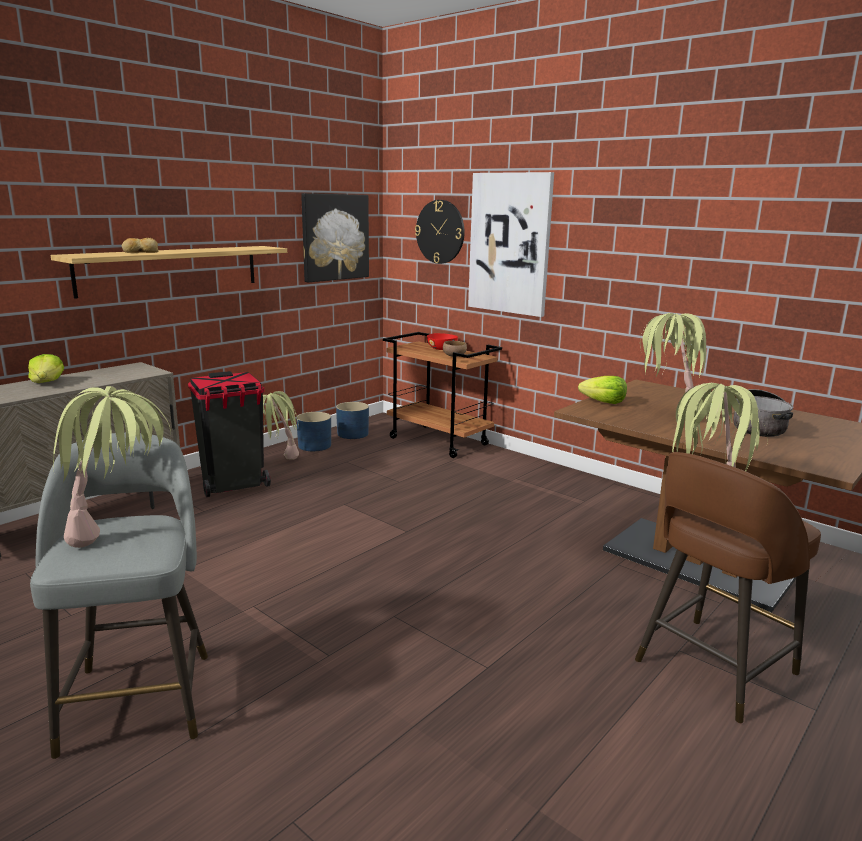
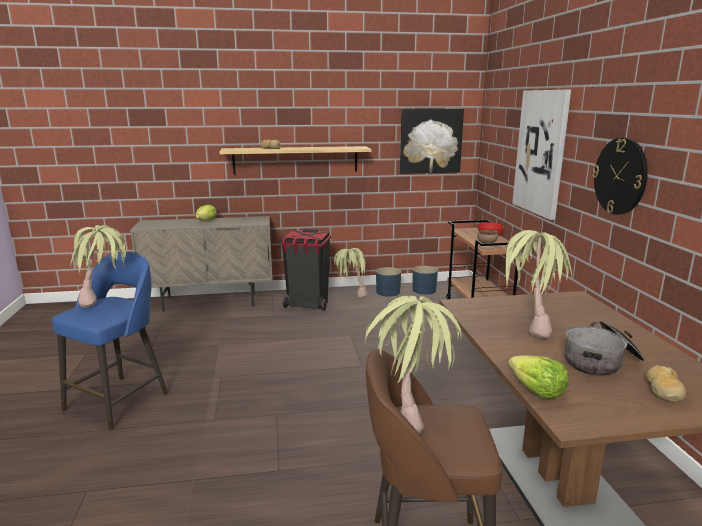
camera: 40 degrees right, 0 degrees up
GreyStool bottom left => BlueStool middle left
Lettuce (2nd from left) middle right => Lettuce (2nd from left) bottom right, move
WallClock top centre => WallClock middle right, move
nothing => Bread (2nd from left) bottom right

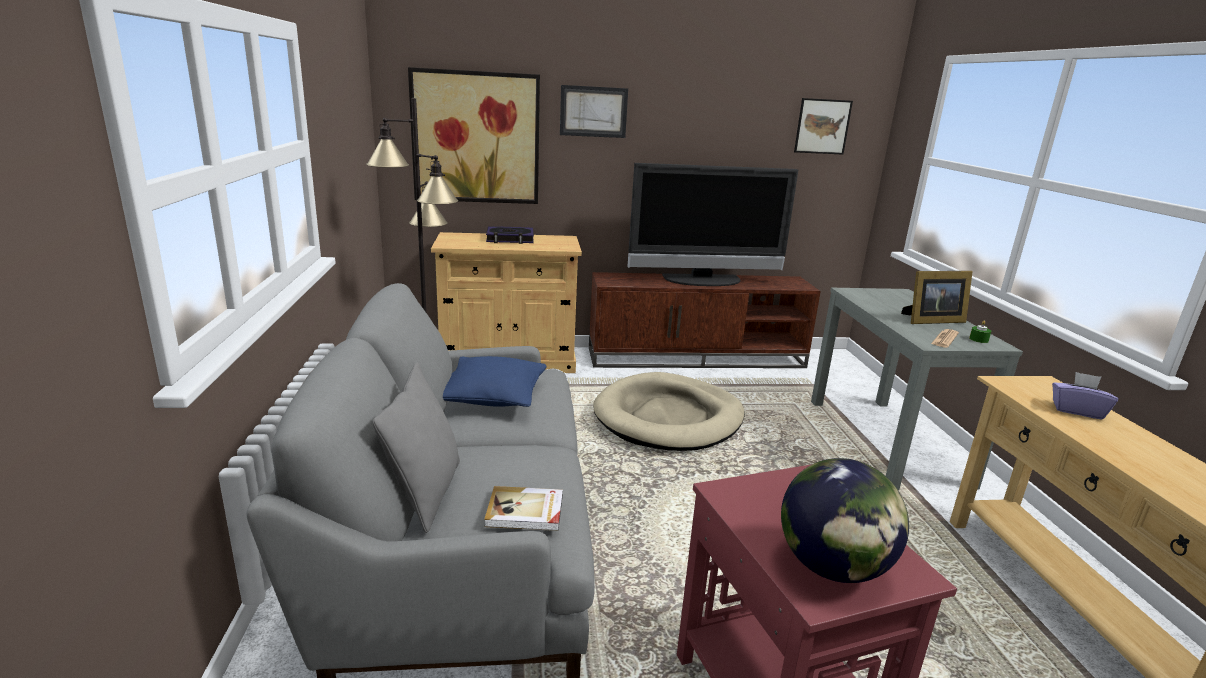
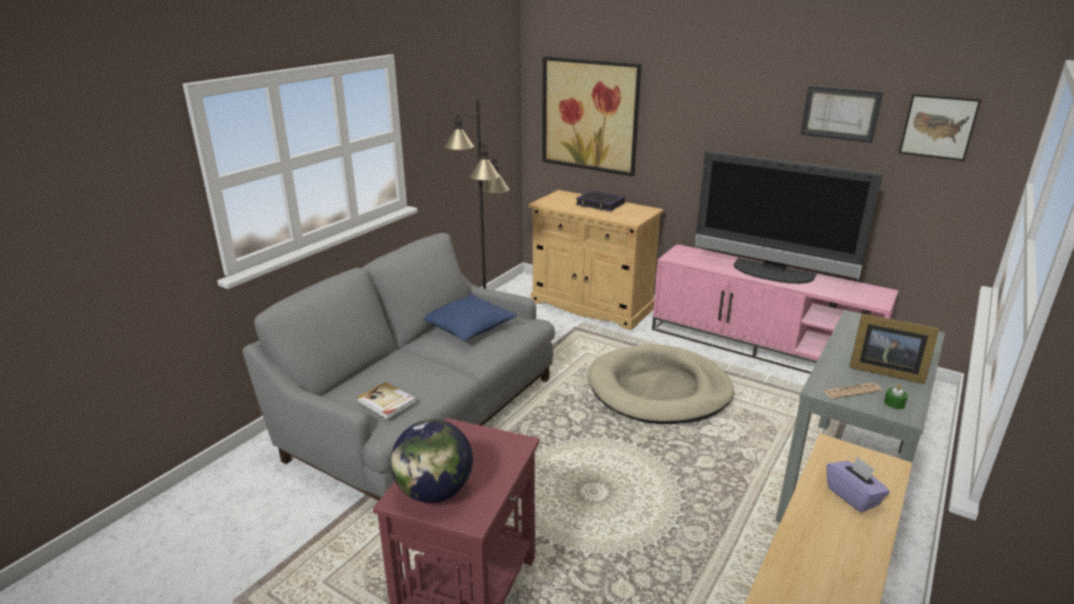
camera: 40 degrees right, 5 degrees up
BrownTvStand centre => PinkTvStand middle right
Picture (2nd from left) top centre => Picture (2nd from left) top right, move
GreyPillow centre => nothing

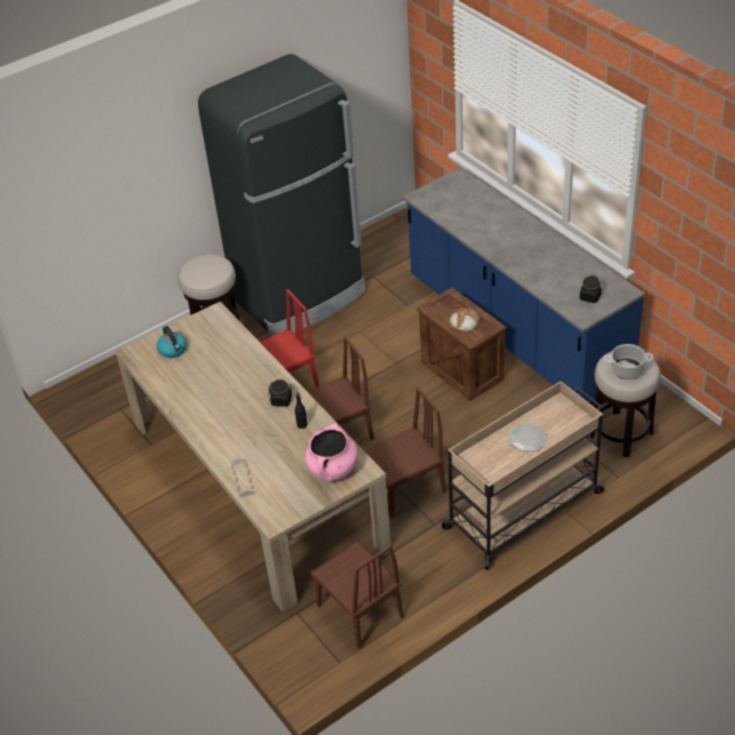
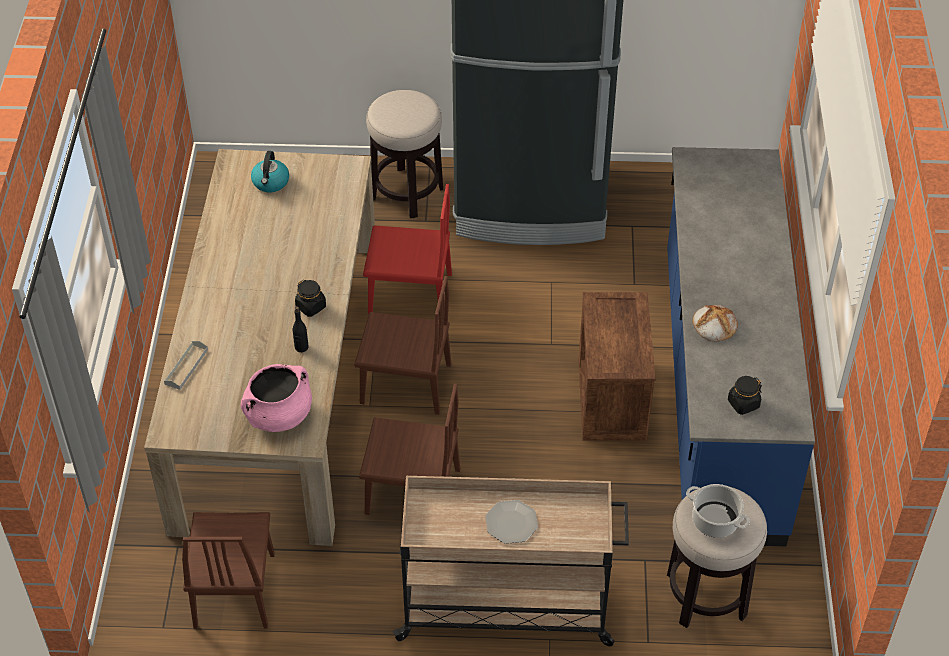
camera: 35 degrees right, 5 degrees up
Bread centre => Bread middle right, move

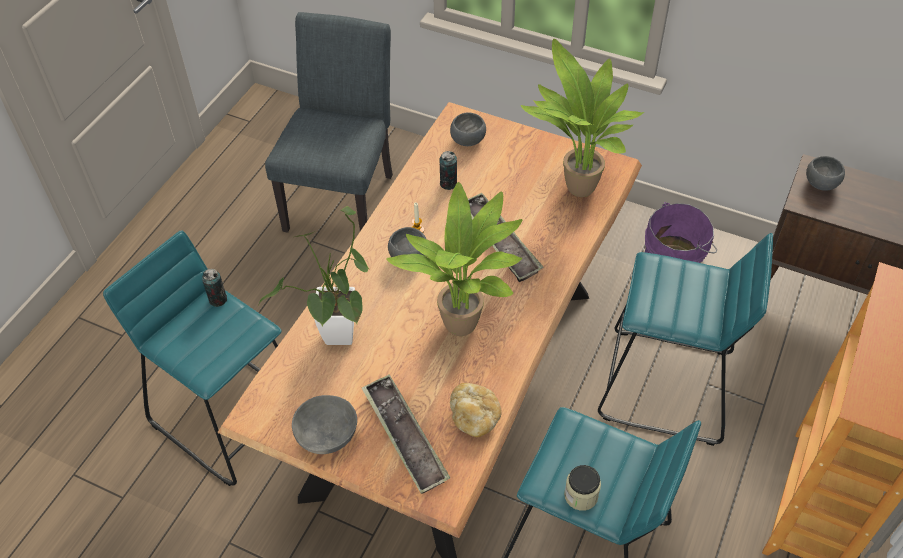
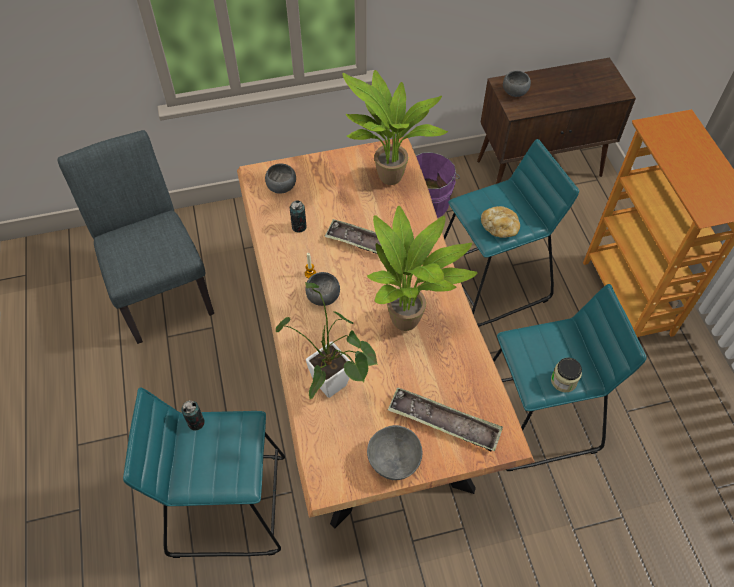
camera: 40 degrees left, 5 degrees up
Bread bottom centre => Bread middle right, move

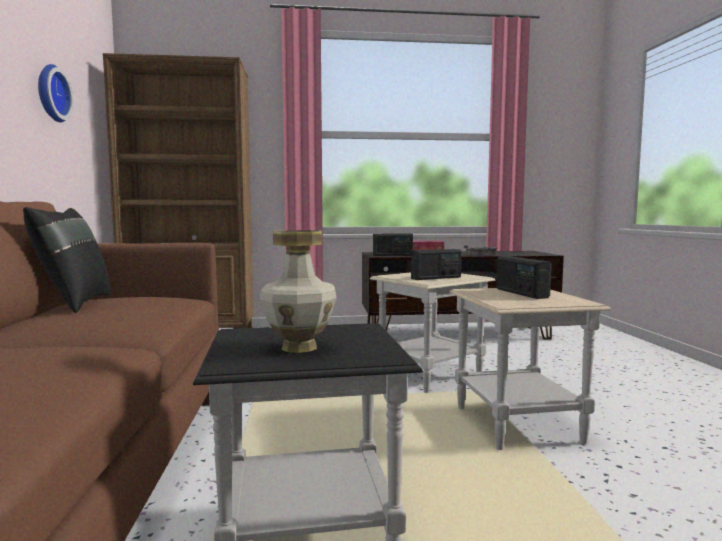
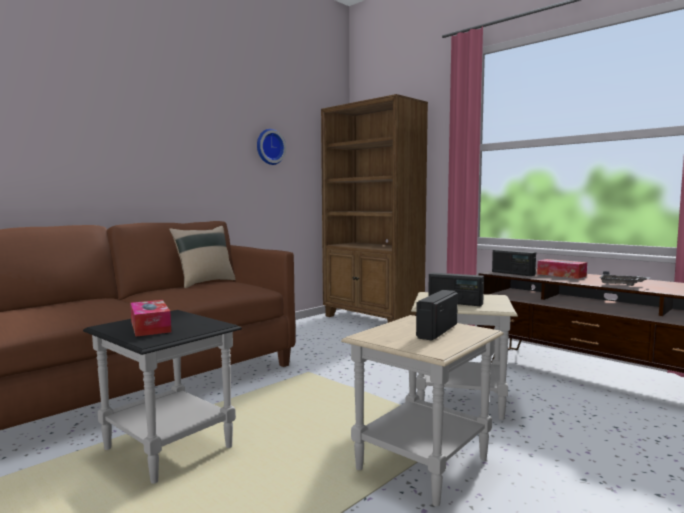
camera: 50 degrees right, 0 degrees up
Vase centre => TissueBox (1st from left) middle left
BlackPillow middle left => BeigePillow middle left

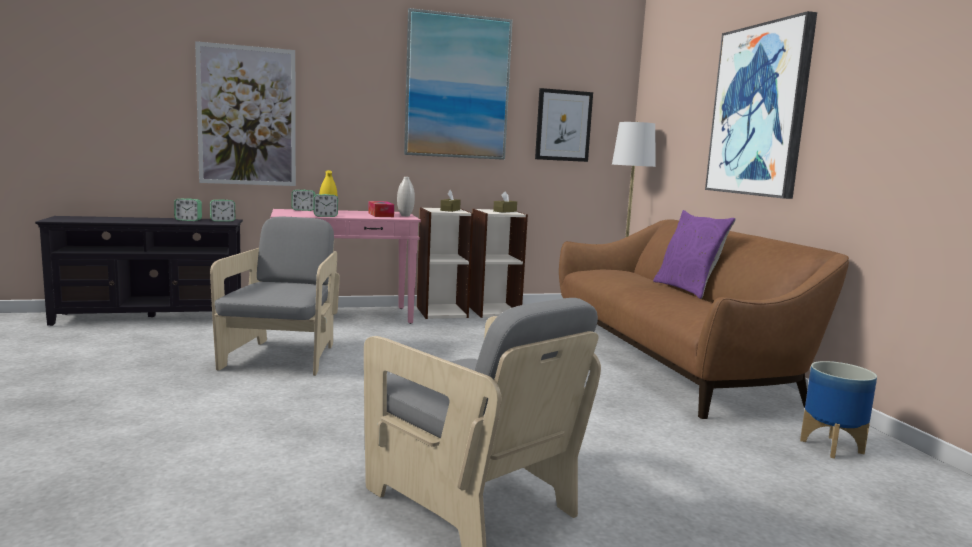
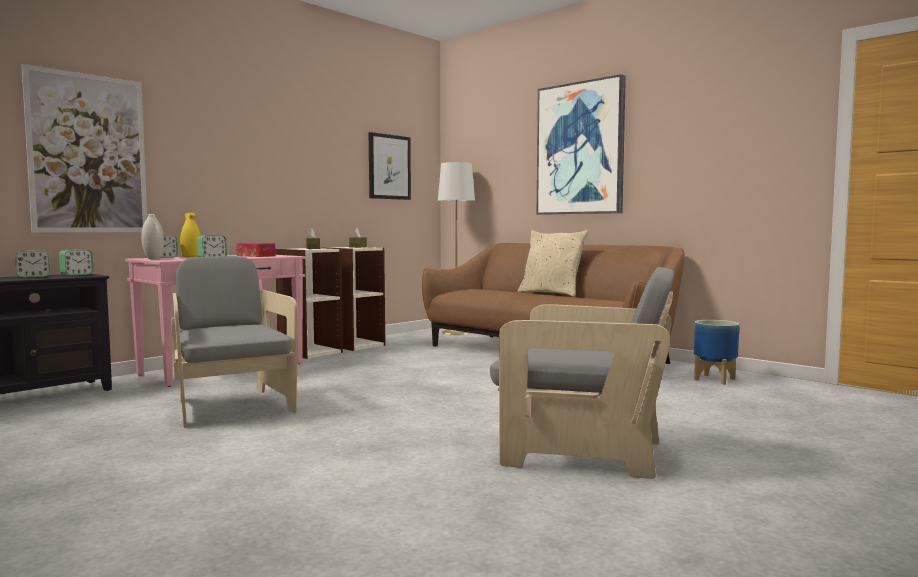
camera: 30 degrees left, 5 degrees down
WhiteVase centre => WhiteVase middle left, move
PurplePillow middle right => BeigePillow centre
Picture (2nd from left) top centre => nothing

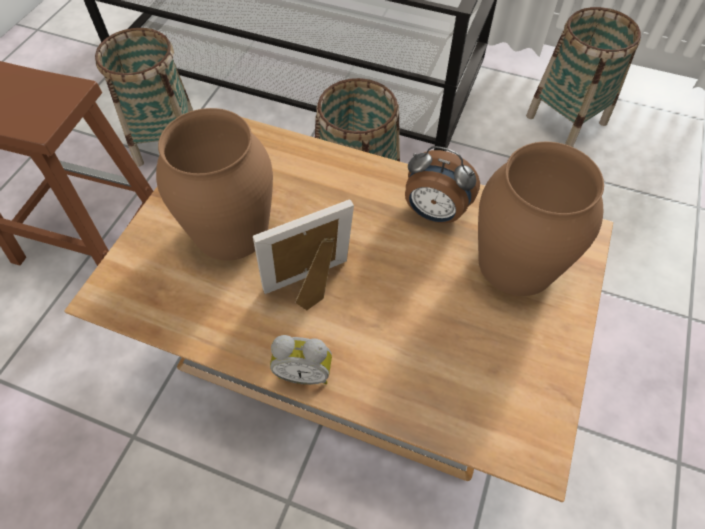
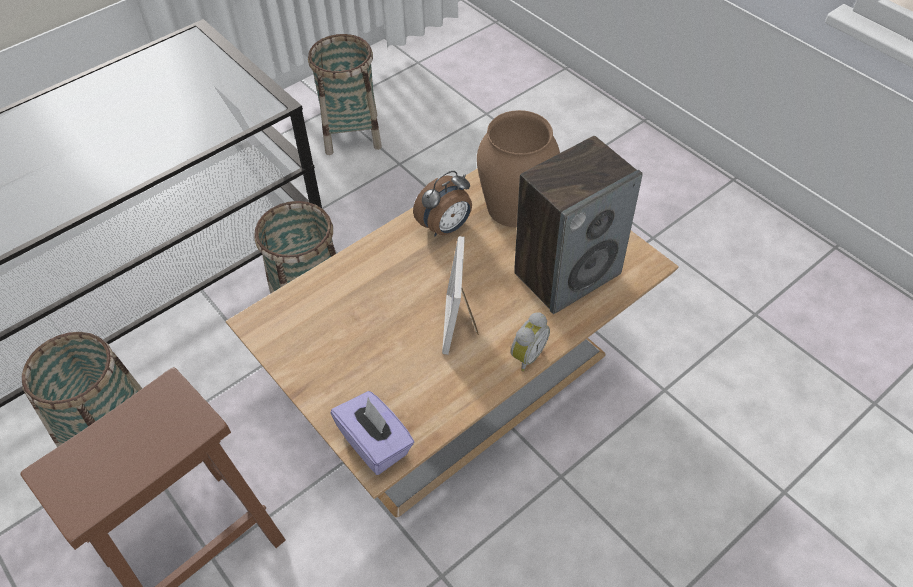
camera: 60 degrees left, 5 degrees down
nothing => PurpleTissueBox bottom centre
nothing => Speaker centre
BrownVase (1st from left) middle left => nothing

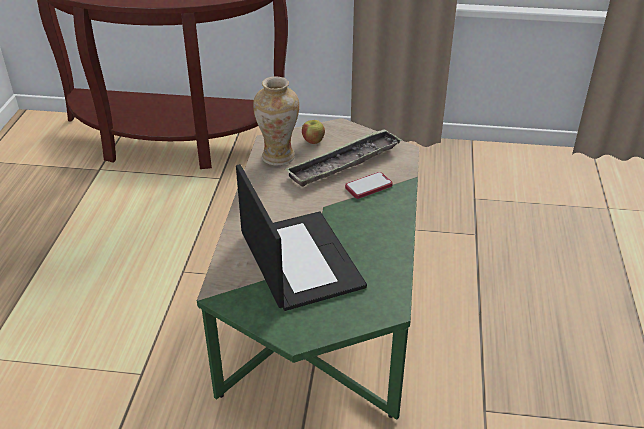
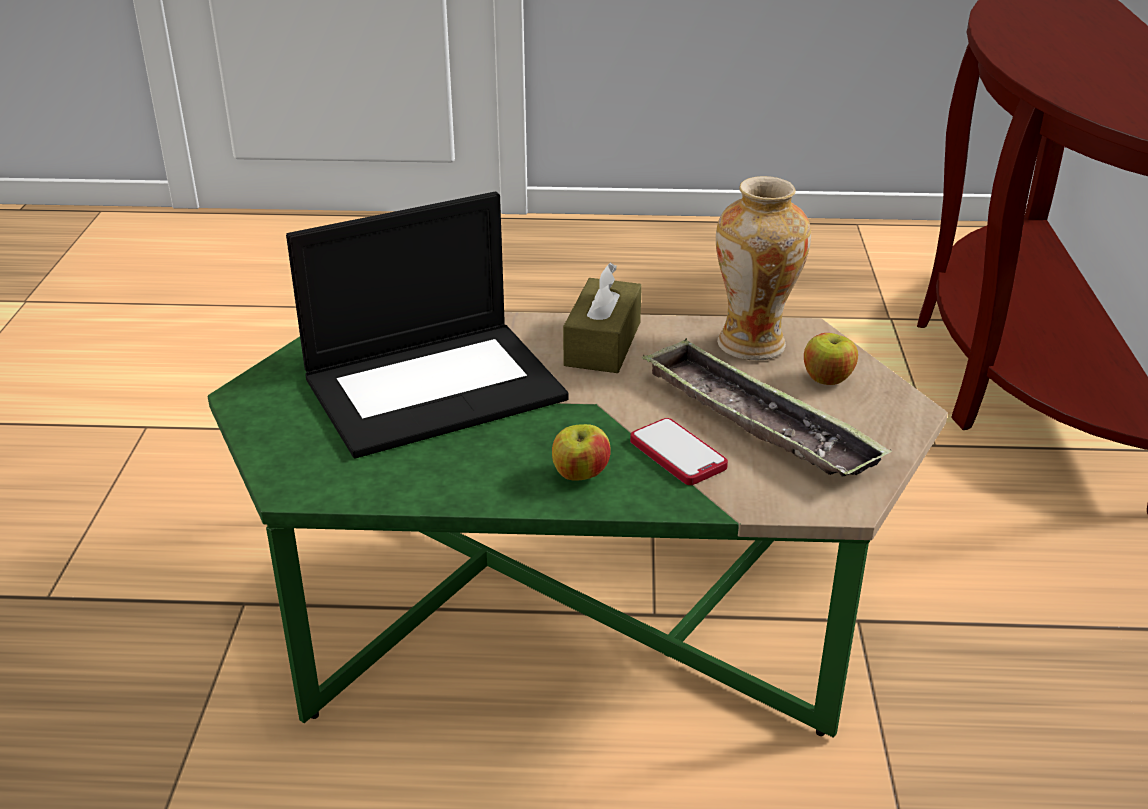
camera: 85 degrees right, 5 degrees down
nothing => Apple (1st from left) centre
nothing => BrownTissueBox centre

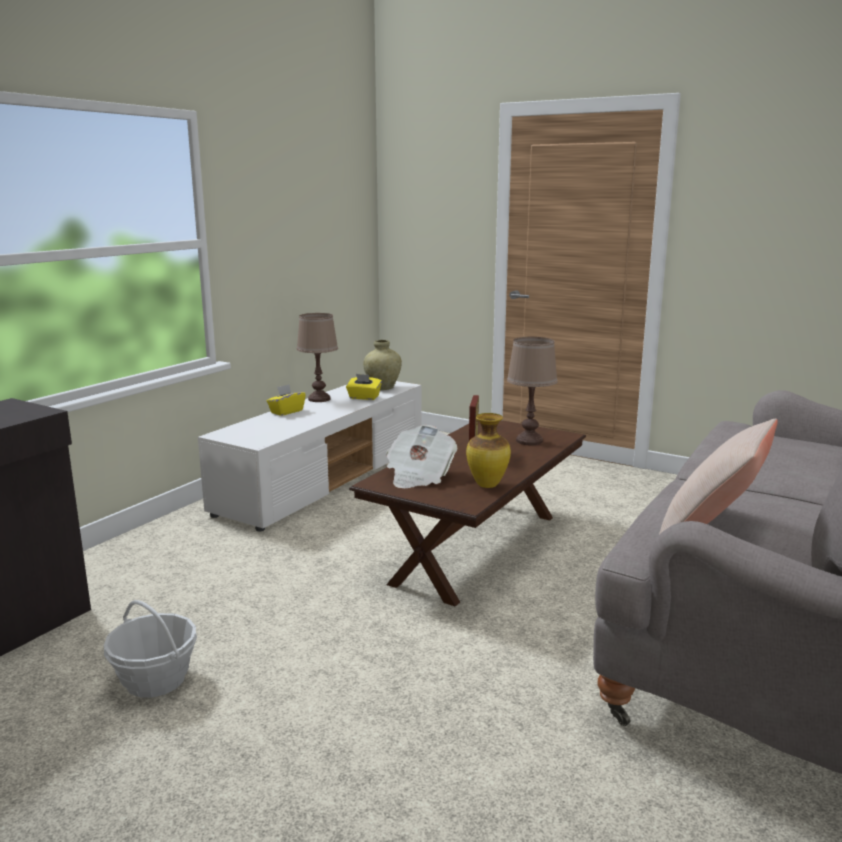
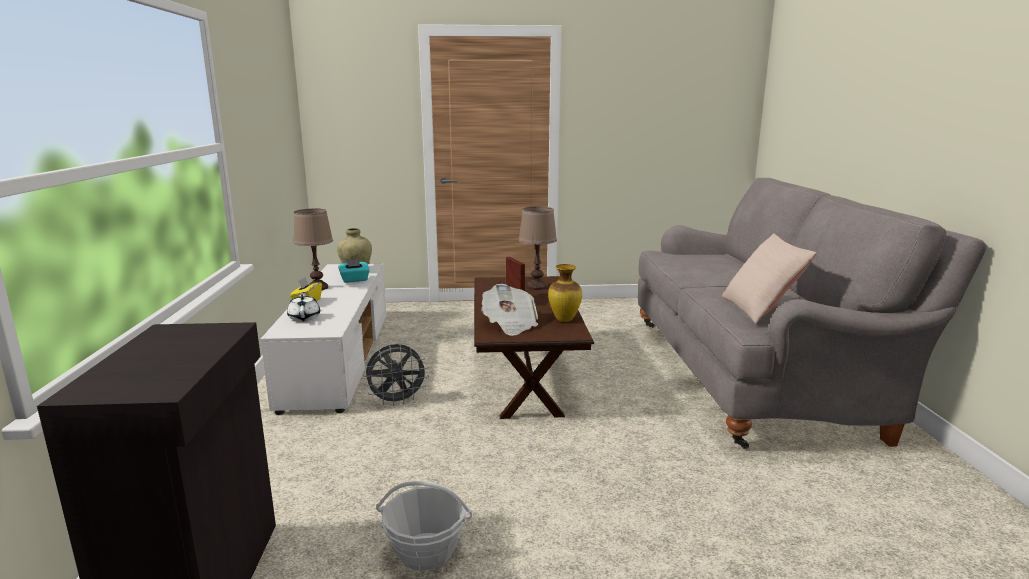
camera: 35 degrees left, 0 degrees up
nothing => WhiteTeapot middle left
YellowTissueBox (2nd from left) centre => TurquoiseTissueBox centre
nothing => GreyFan centre

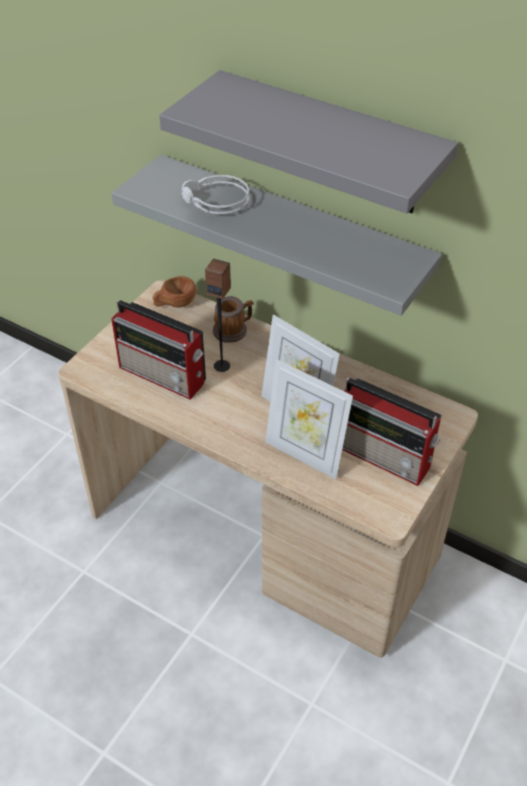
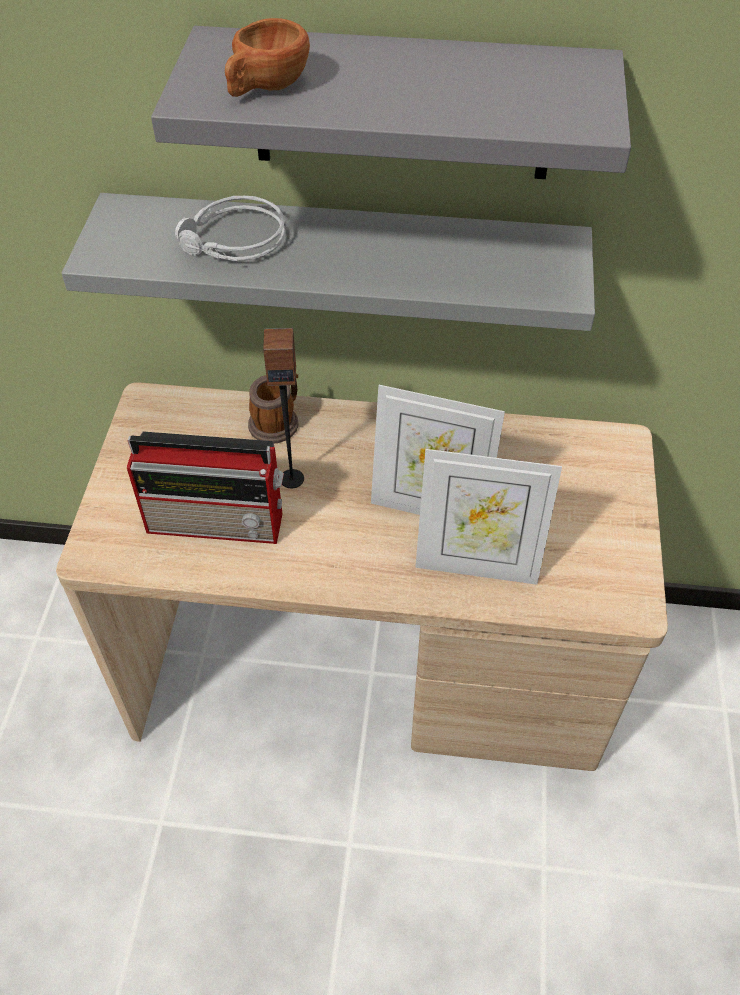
camera: 25 degrees left, 5 degrees up
BrownCup middle left => BrownCup top centre, move
Radio (2nd from left) middle right => nothing

